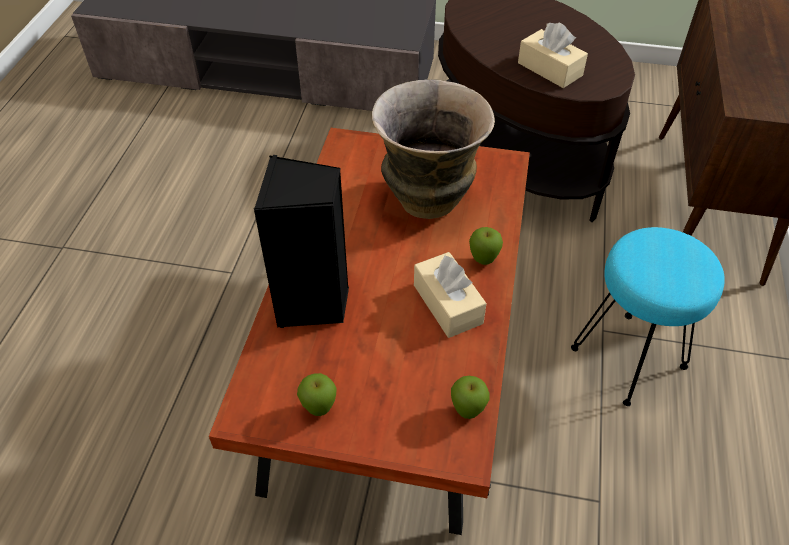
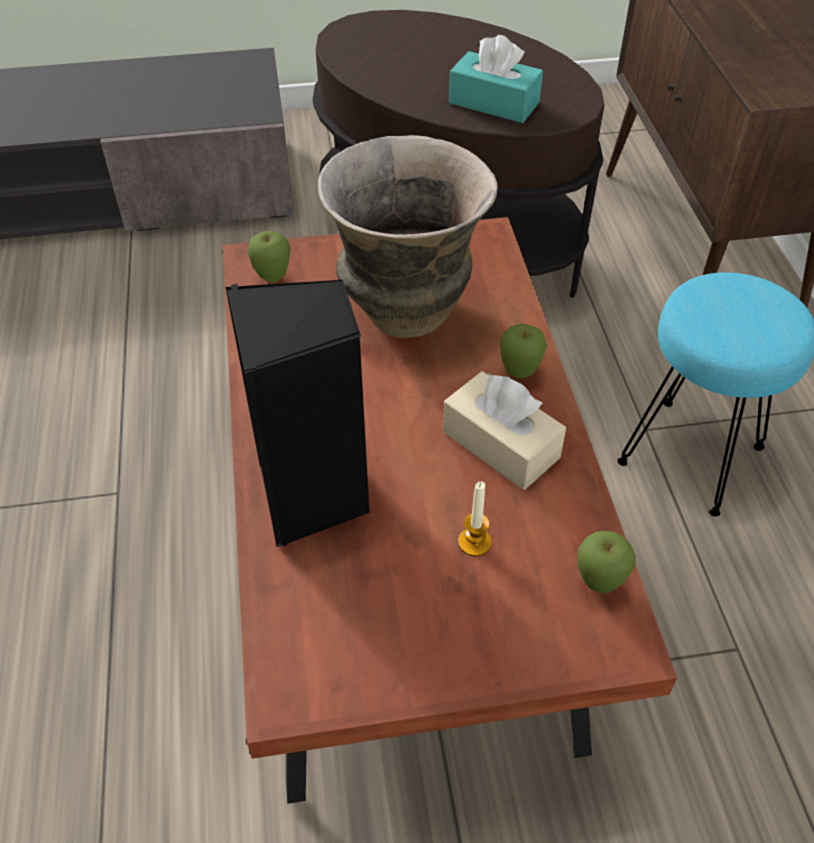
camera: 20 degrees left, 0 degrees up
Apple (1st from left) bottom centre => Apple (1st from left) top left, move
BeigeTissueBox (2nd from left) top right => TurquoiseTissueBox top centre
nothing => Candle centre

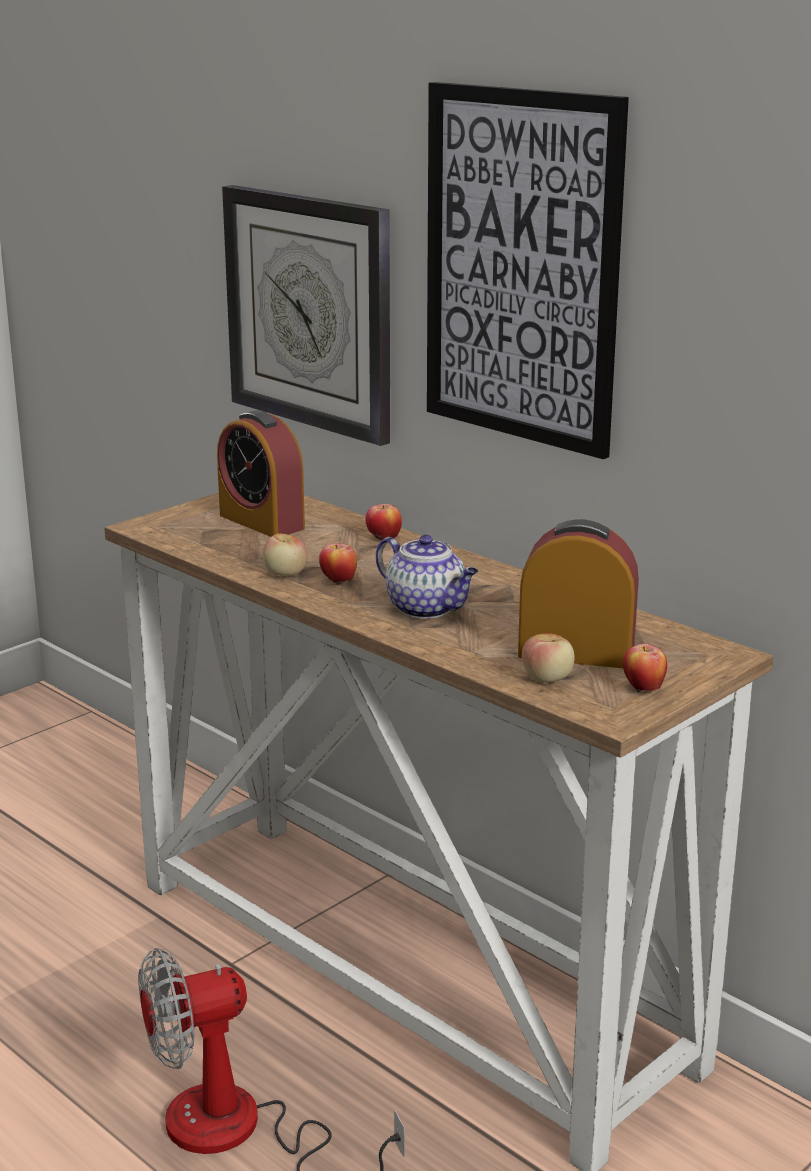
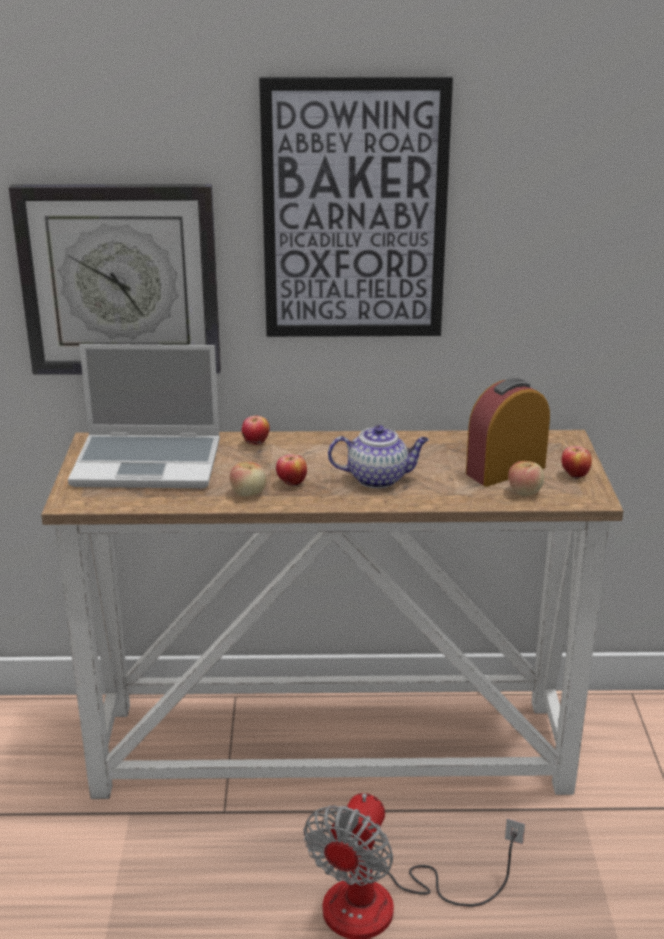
camera: 45 degrees left, 5 degrees up
AlarmClock (1st from left) middle left => Laptop middle left

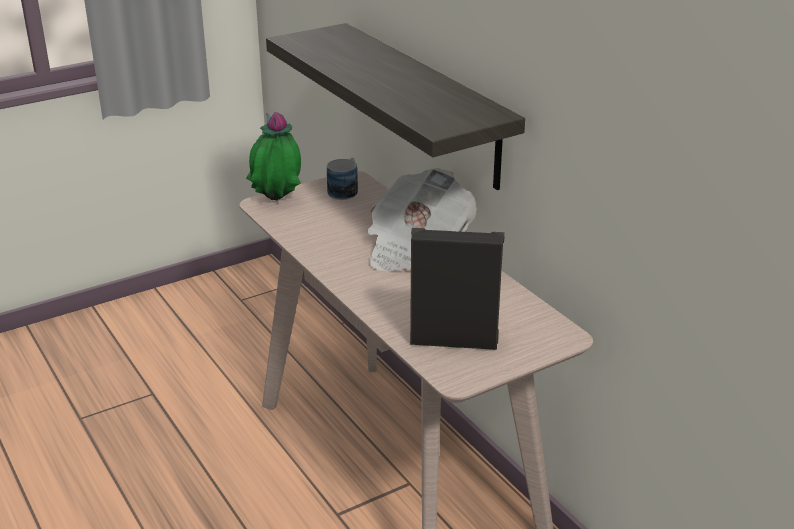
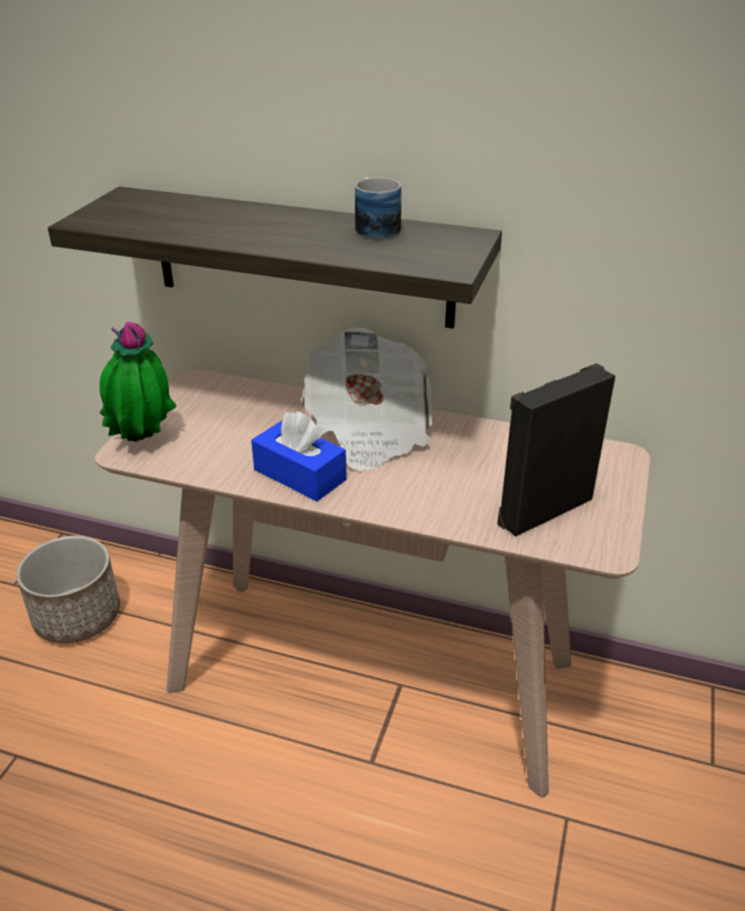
camera: 40 degrees left, 5 degrees up
nothing => Planter middle left
nothing => BlueTissueBox centre
Mug centre => Mug top centre, move

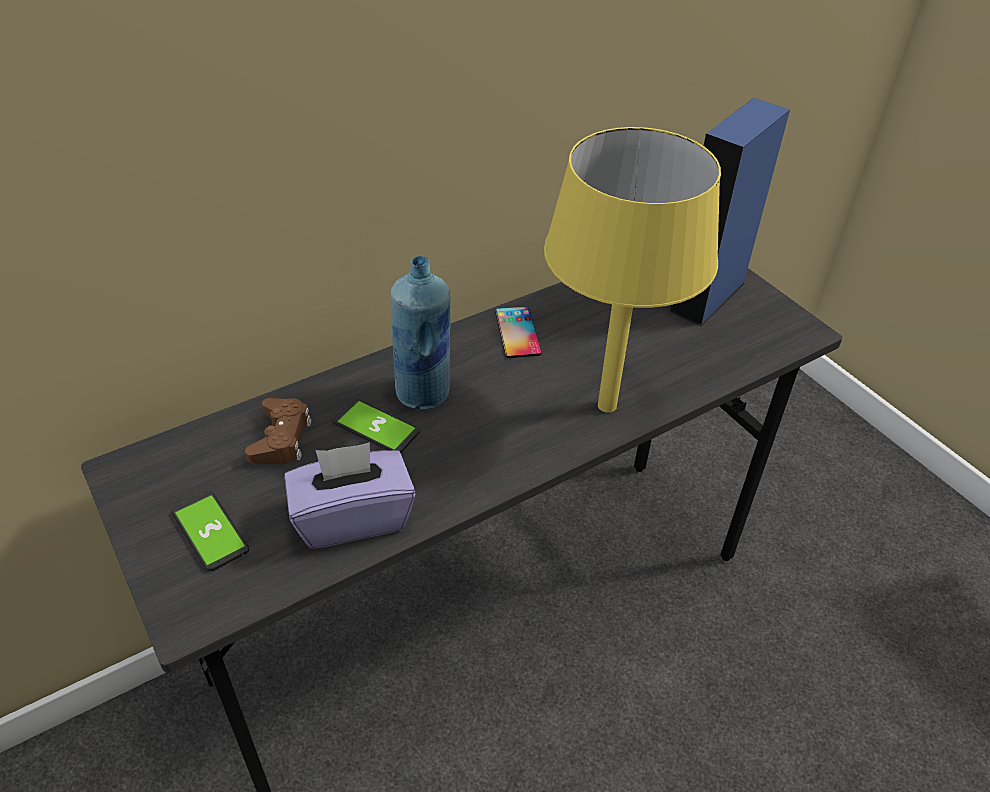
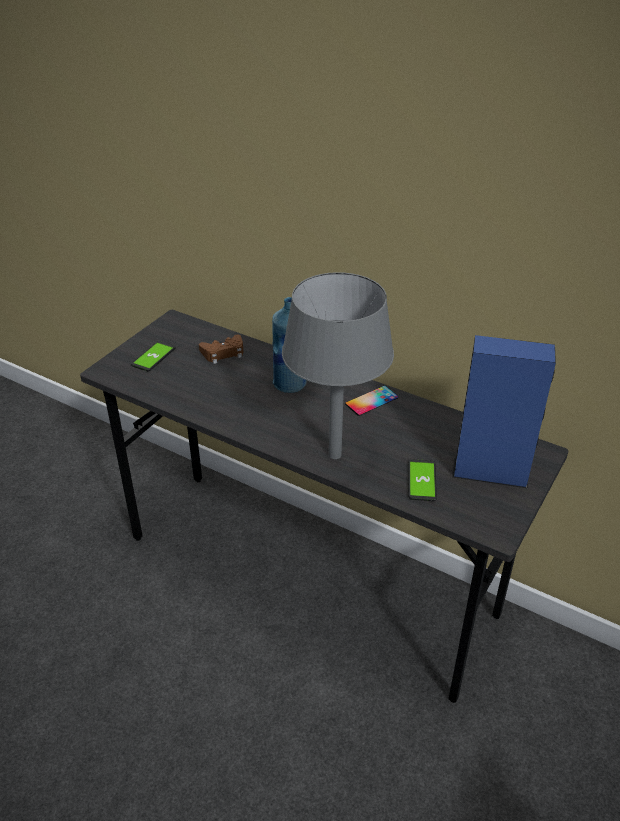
camera: 65 degrees right, 5 degrees down
YellowTableLamp centre => GreyTableLamp centre
Phone (2nd from left in the first image) centre => Phone (3rd from left) middle right, move
PurpleTissueBox centre => nothing

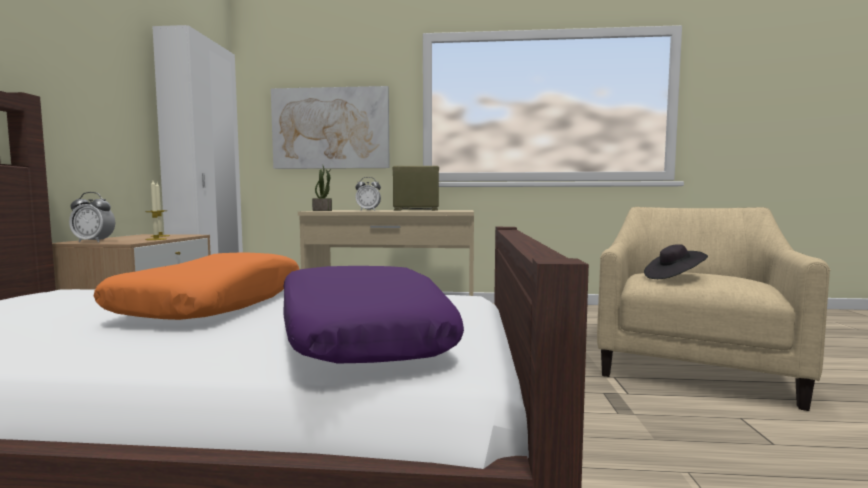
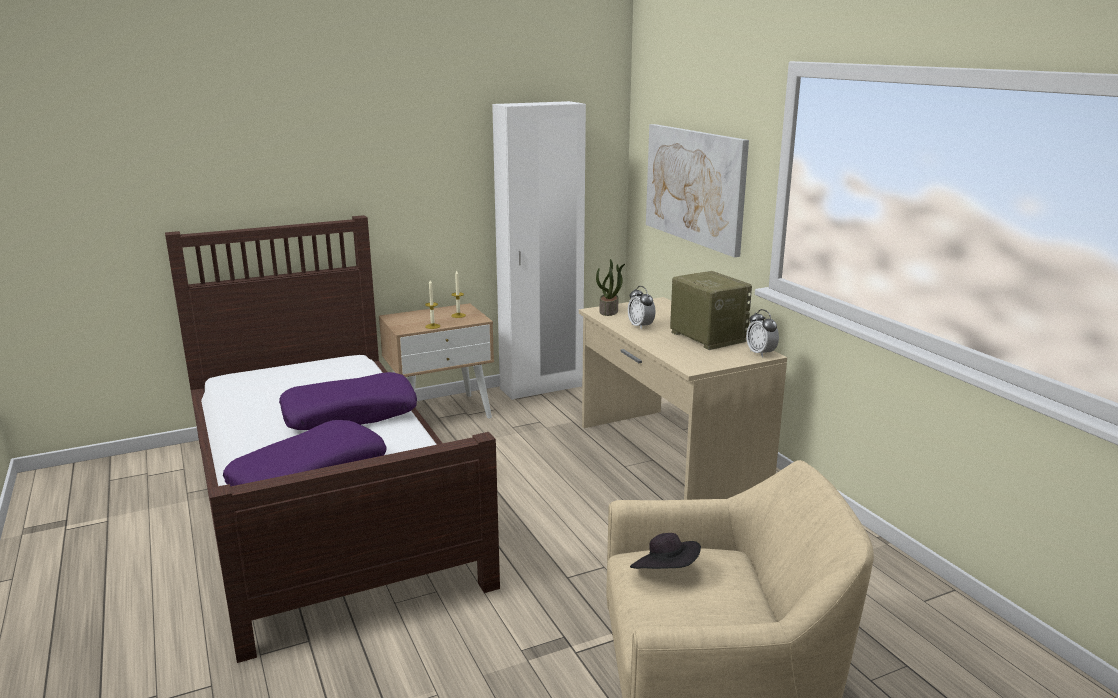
camera: 60 degrees right, 15 degrees up
OrangePillow middle left => PurplePillow (2nd from left) middle left
AlarmClock (1st from left in the first image) middle left => AlarmClock (2nd from left) middle right, move

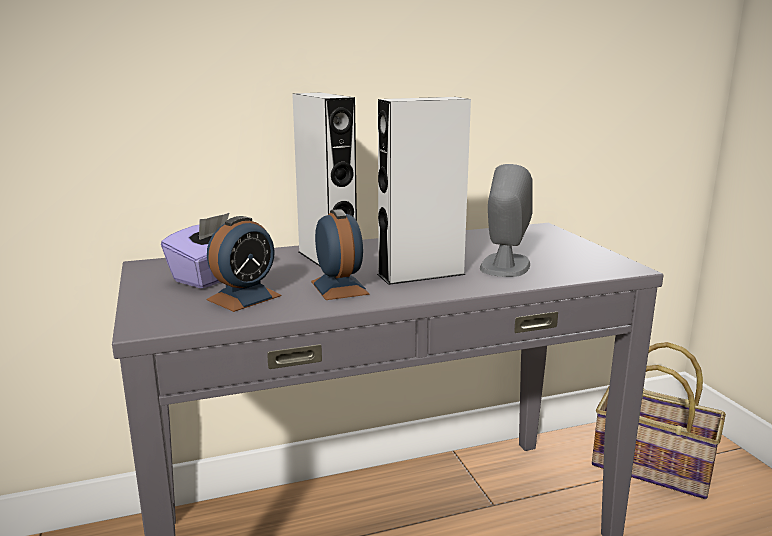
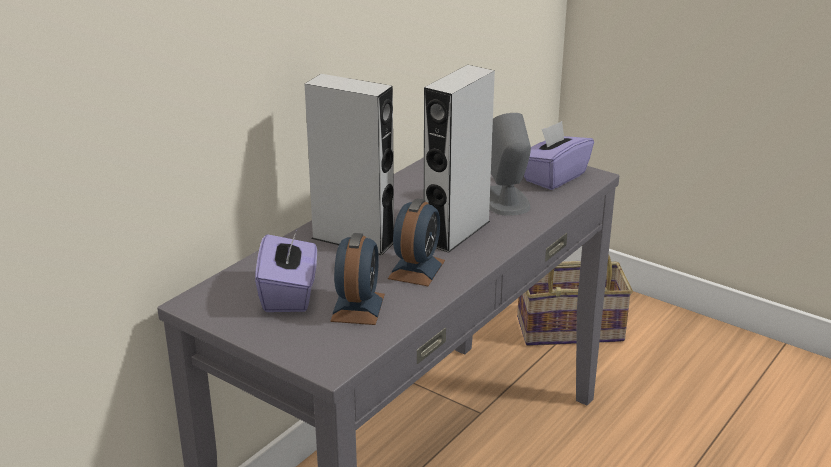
camera: 35 degrees left, 10 degrees up
AlarmClock (2nd from left) centre, 75 degrees clockwise
nothing => PurpleTissueBox (2nd from left) top right

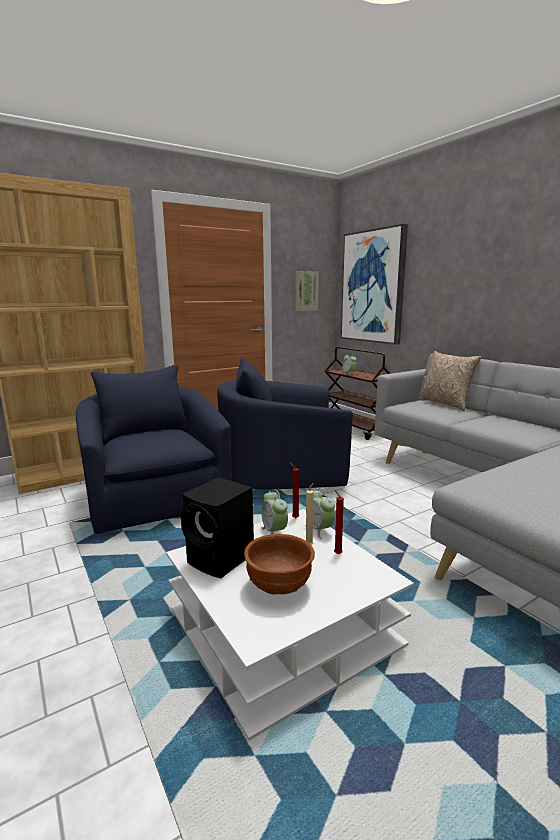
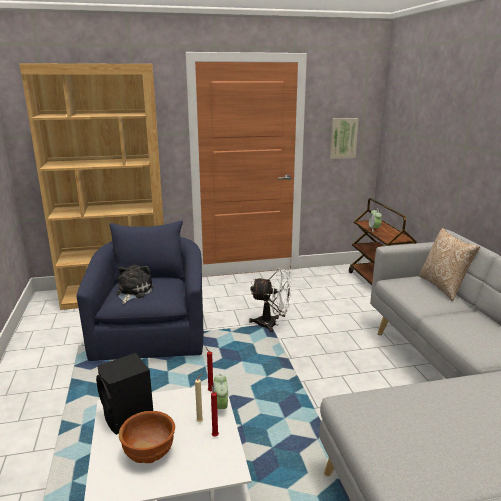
camera: 20 degrees right, 5 degrees up
nothing => PlushToy middle left
BlueArmchair (2nd from left) centre => WhiteFan centre
AlarmClock (1st from left) centre => nothing
Picture (2nd from left) middle right => nothing

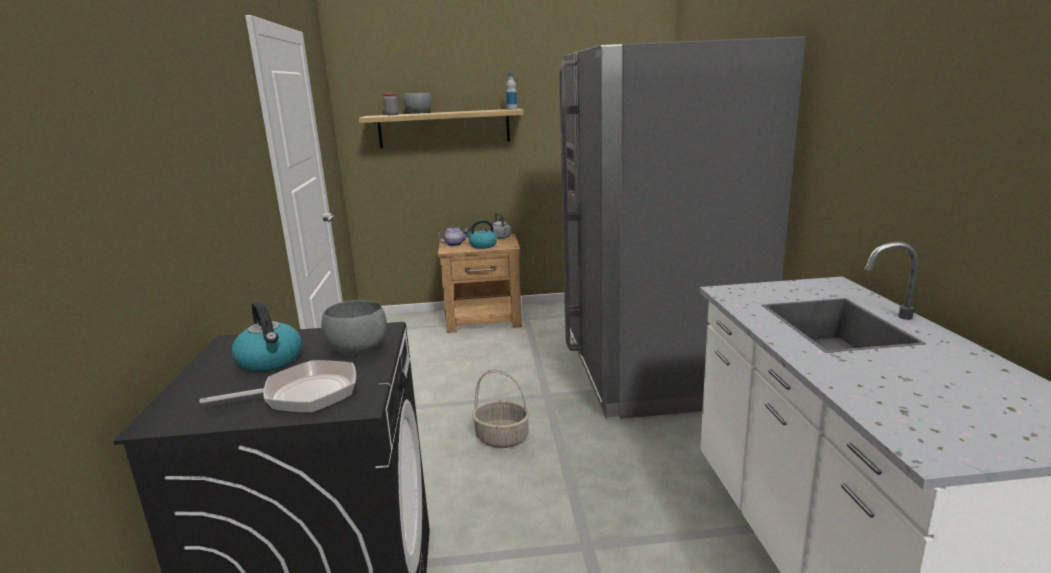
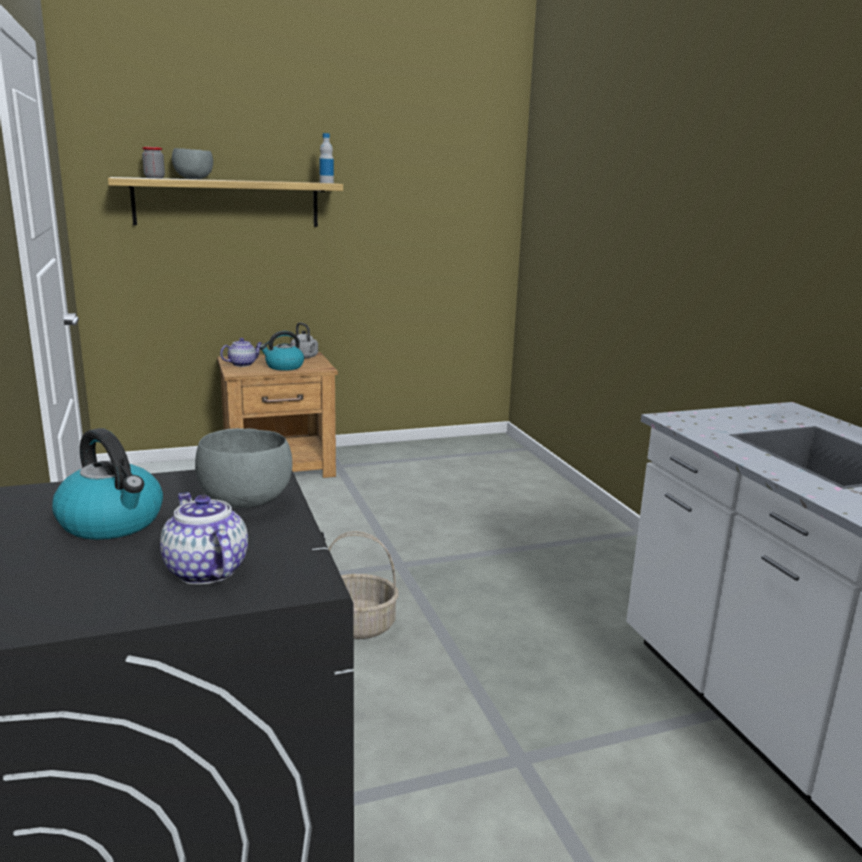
camera: 15 degrees left, 0 degrees up
FryingPan bottom left => Teapot (1st from left) middle left
GreyFridge centre => nothing

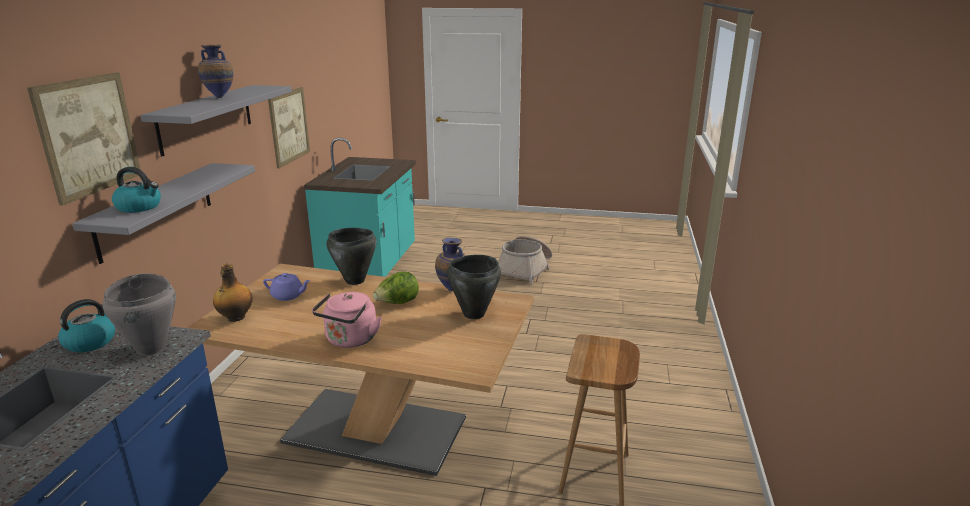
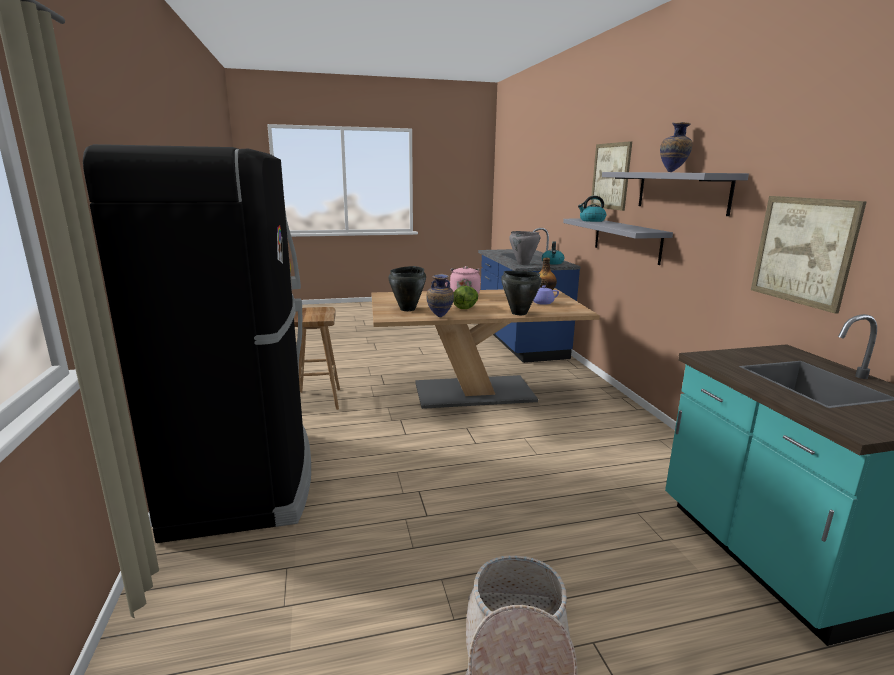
camera: 155 degrees right, 5 degrees down
nothing => BlackFridge middle left

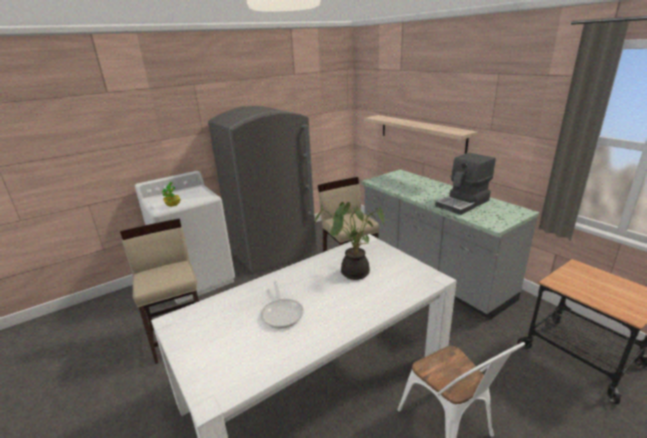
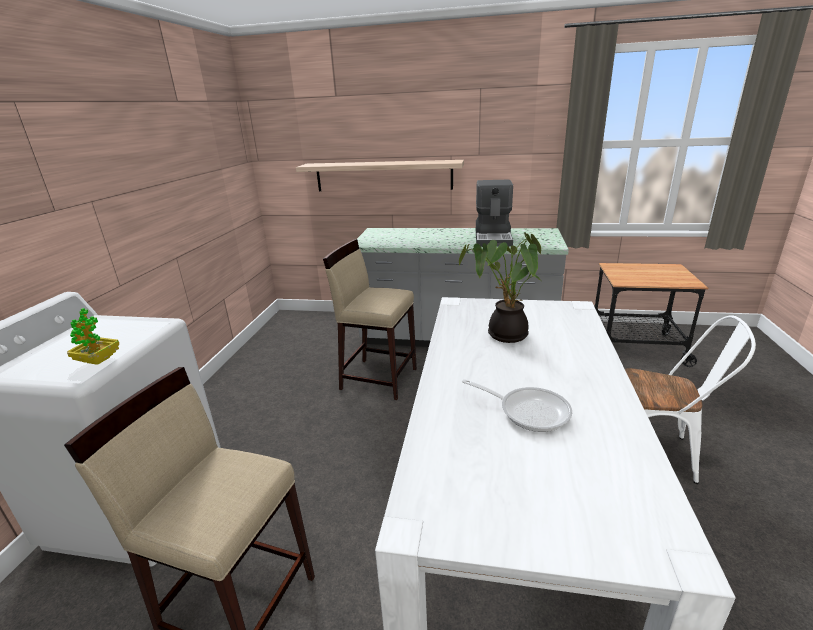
camera: 45 degrees left, 0 degrees up
GreyFridge centre => nothing

